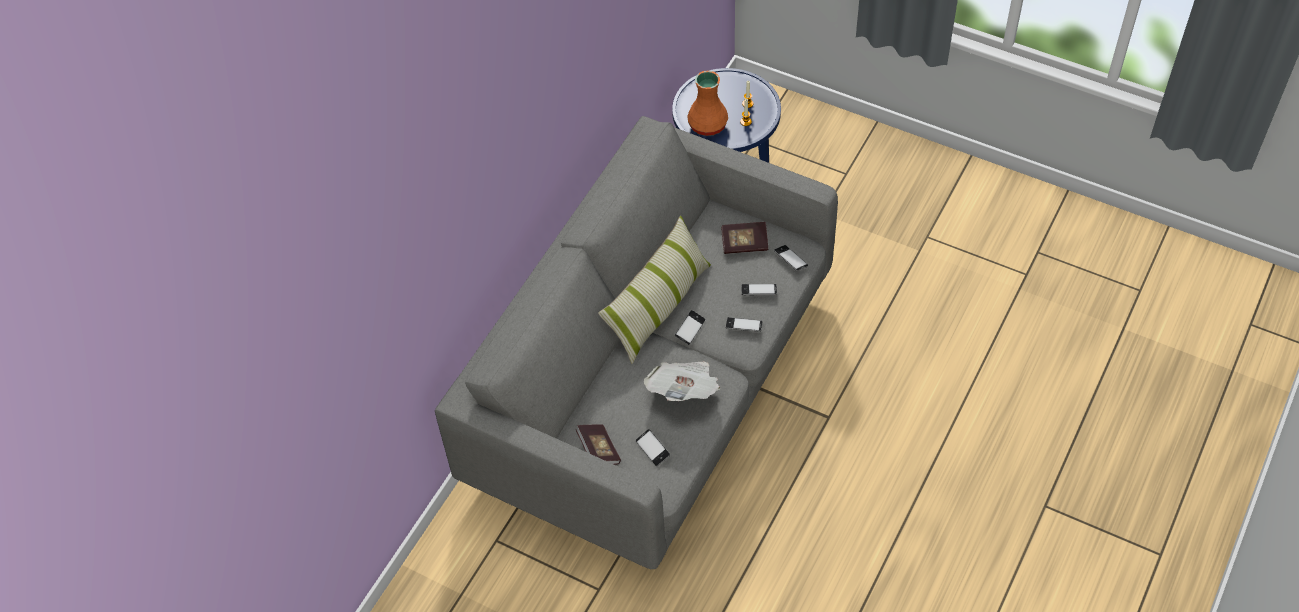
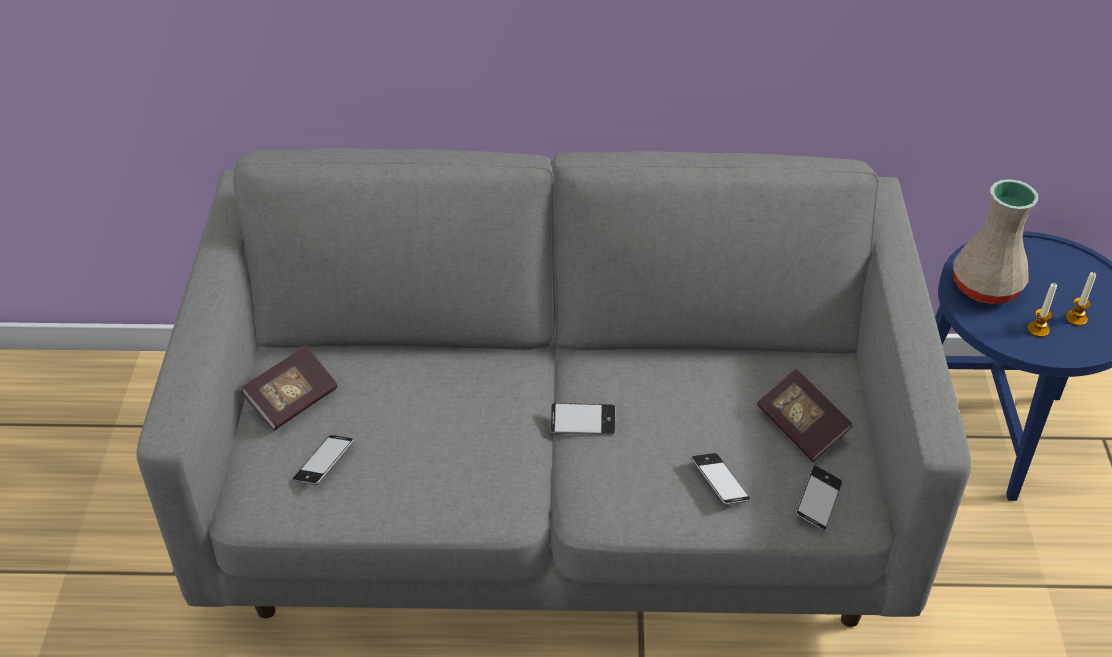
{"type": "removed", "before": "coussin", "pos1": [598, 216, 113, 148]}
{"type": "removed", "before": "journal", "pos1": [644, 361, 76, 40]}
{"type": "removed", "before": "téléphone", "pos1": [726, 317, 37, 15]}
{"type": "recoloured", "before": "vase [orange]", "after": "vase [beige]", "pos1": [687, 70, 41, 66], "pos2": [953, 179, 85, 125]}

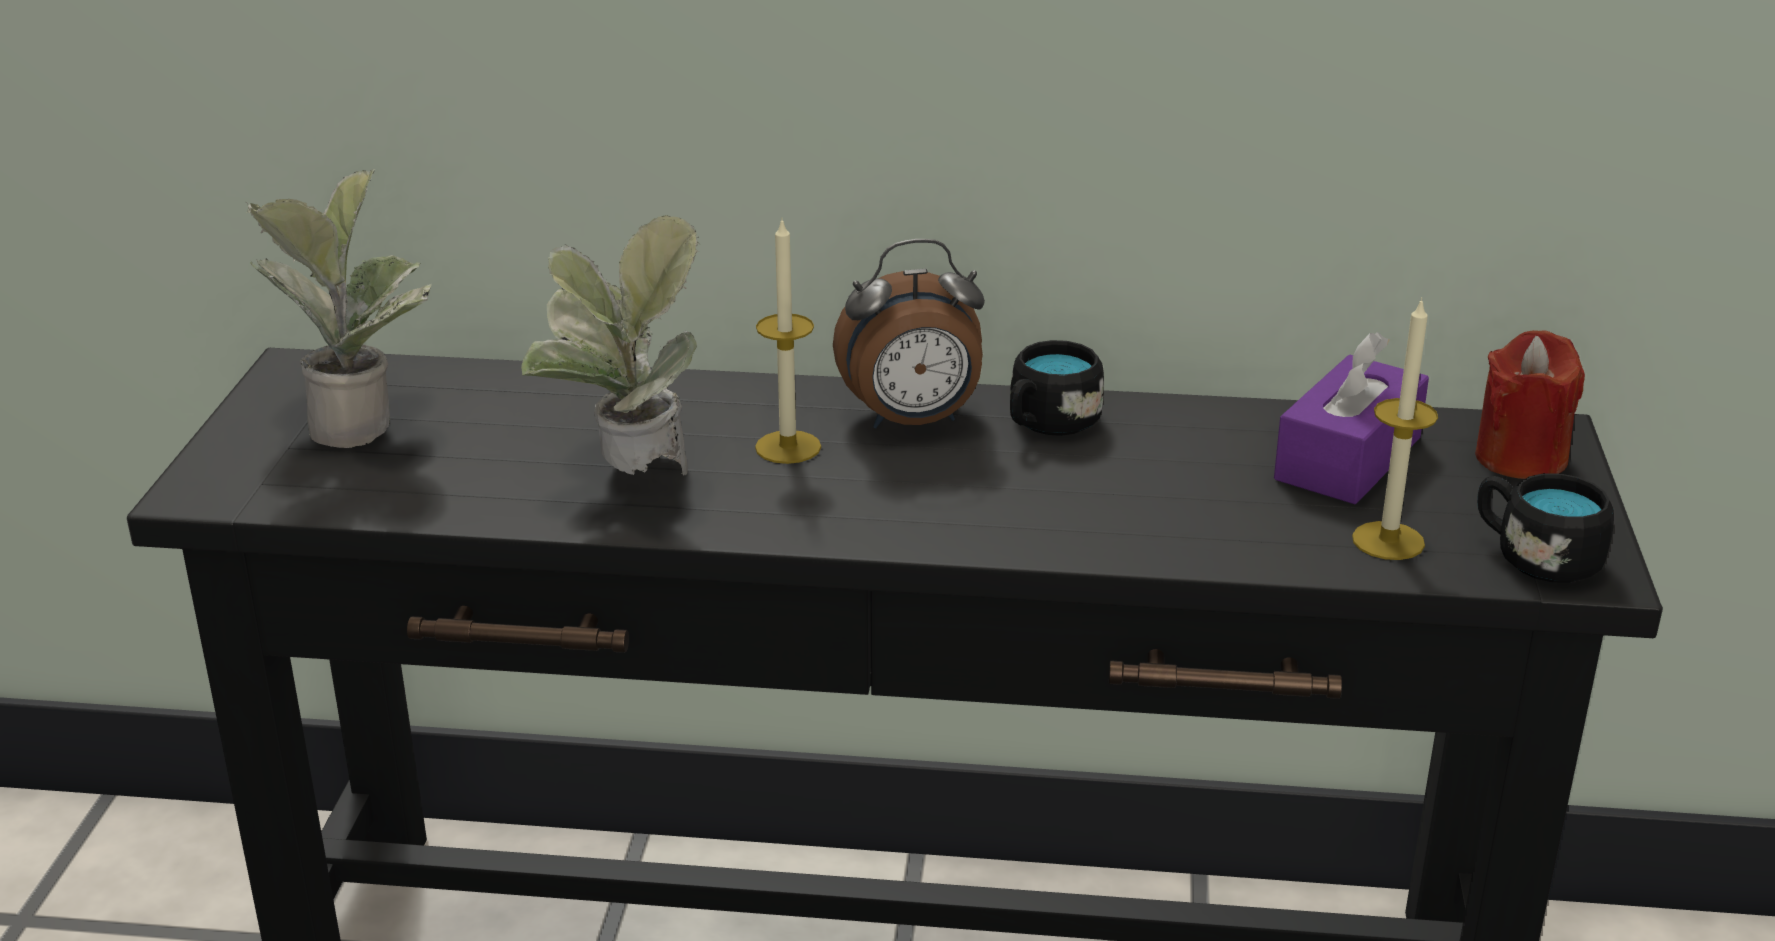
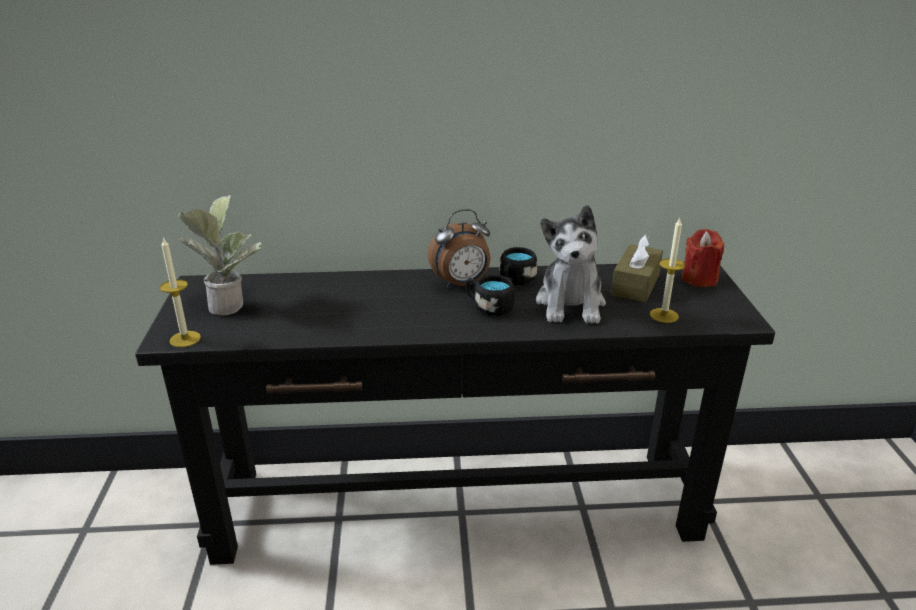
{"type": "removed", "before": "plante en pot", "pos1": [521, 215, 179, 261]}
{"type": "added", "after": "peluche", "pos2": [536, 205, 70, 119]}
{"type": "moved", "before": "bougie", "pos1": [755, 217, 66, 247], "pos2": [160, 237, 41, 110]}
{"type": "moved", "before": "mug [noir]", "pos1": [1477, 473, 137, 110], "pos2": [465, 275, 50, 42]}
{"type": "recoloured", "before": "boîte à mouchoirs [violet]", "after": "boîte à mouchoirs [marron]", "pos1": [1274, 332, 155, 172], "pos2": [611, 234, 52, 68]}

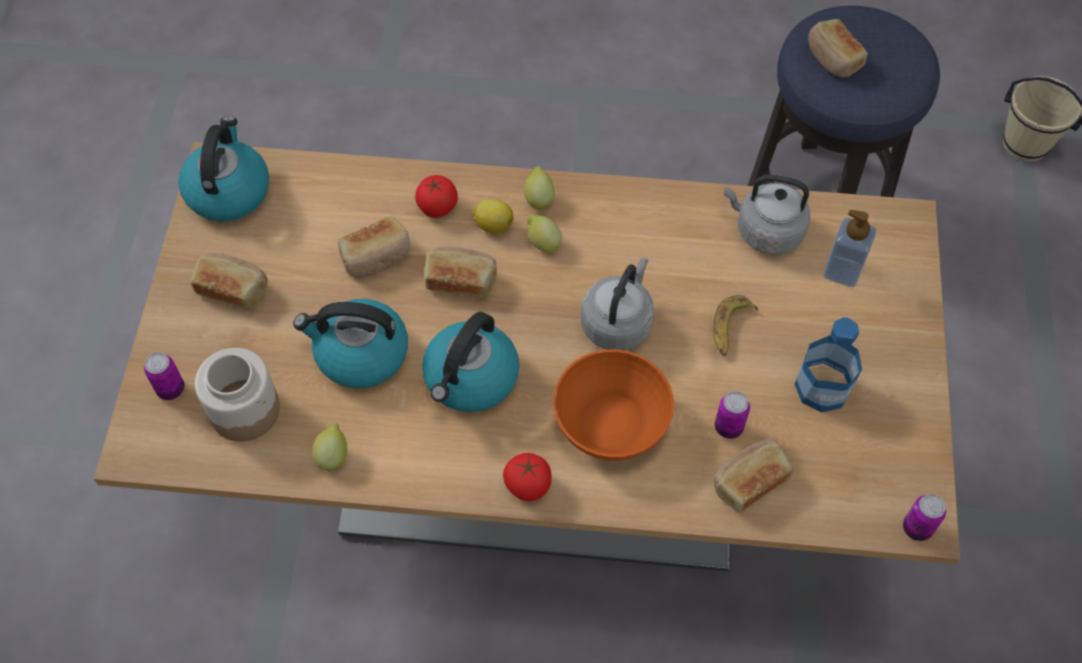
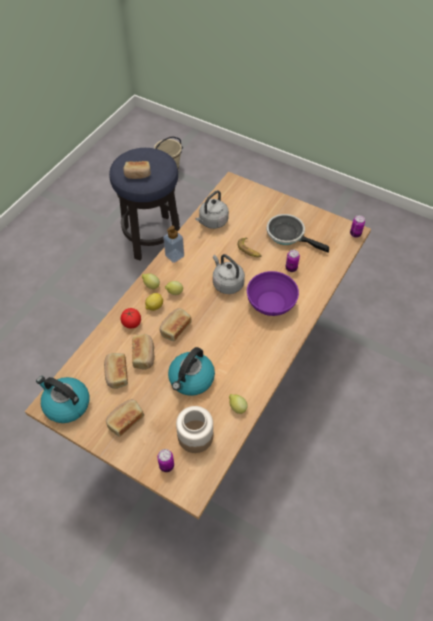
{"type": "removed", "before": "bouilloire", "pos1": [422, 312, 98, 100]}
{"type": "removed", "before": "tomate", "pos1": [503, 453, 48, 48]}
{"type": "moved", "before": "pain", "pos1": [714, 440, 79, 73], "pos2": [104, 353, 24, 36]}
{"type": "moved", "before": "distributeur de savon", "pos1": [823, 210, 54, 77], "pos2": [163, 226, 21, 37]}
{"type": "replaced", "before": "bouteille", "after": "poêle", "pos1": [795, 317, 67, 96], "pos2": [266, 214, 63, 39]}
{"type": "recoloured", "before": "bol [orange]", "after": "bol [violet]", "pos1": [553, 349, 121, 111], "pos2": [247, 271, 52, 45]}

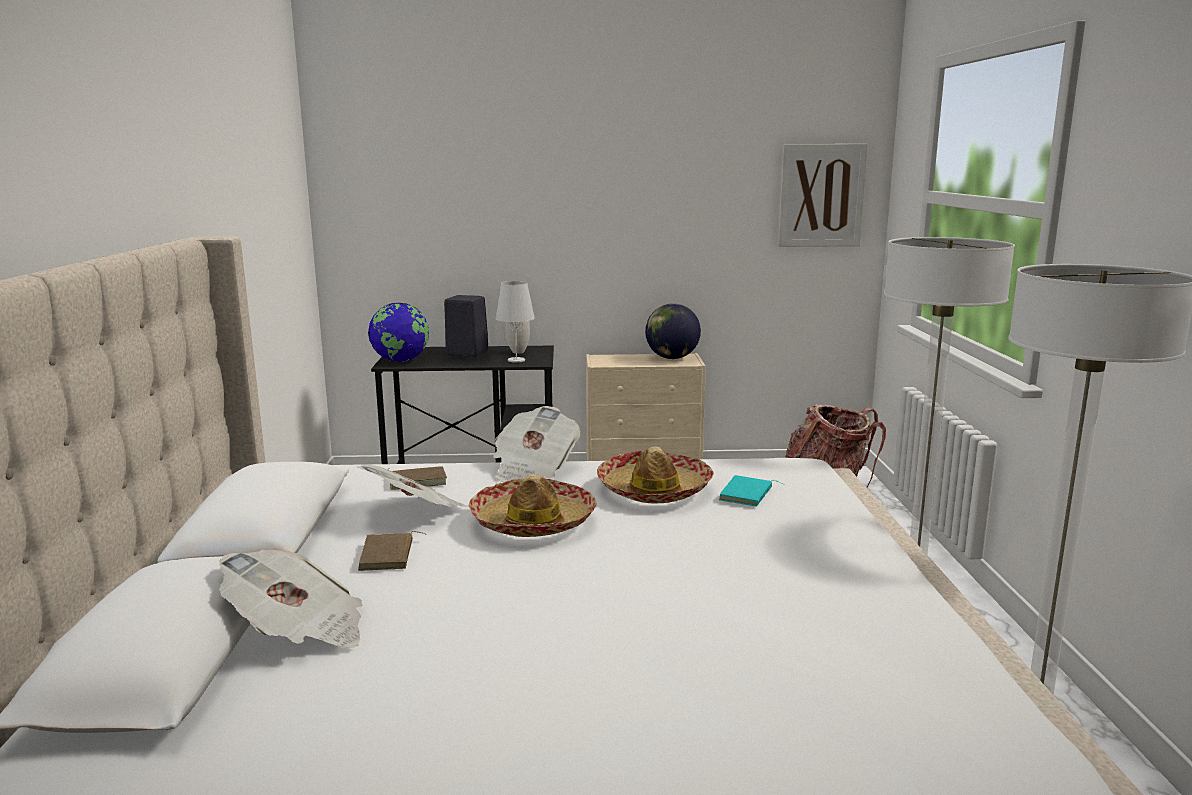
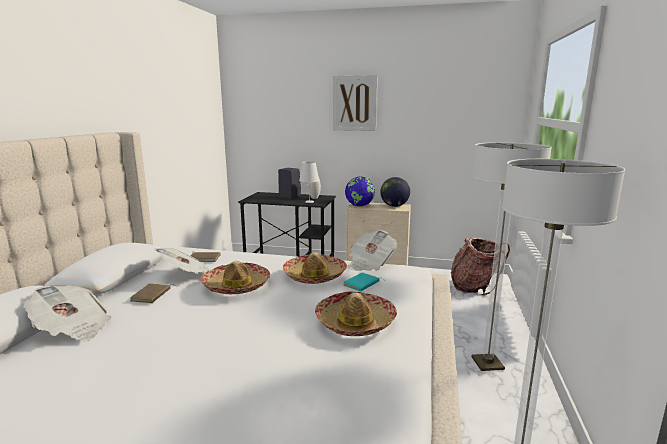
{"type": "added", "after": "chapeau", "pos2": [315, 291, 82, 45]}
{"type": "moved", "before": "globe", "pos1": [368, 303, 61, 59], "pos2": [345, 177, 30, 29]}
{"type": "moved", "before": "journal", "pos1": [493, 406, 88, 76], "pos2": [349, 230, 48, 41]}
{"type": "moved", "before": "tableau", "pos1": [778, 144, 89, 103], "pos2": [333, 75, 44, 56]}

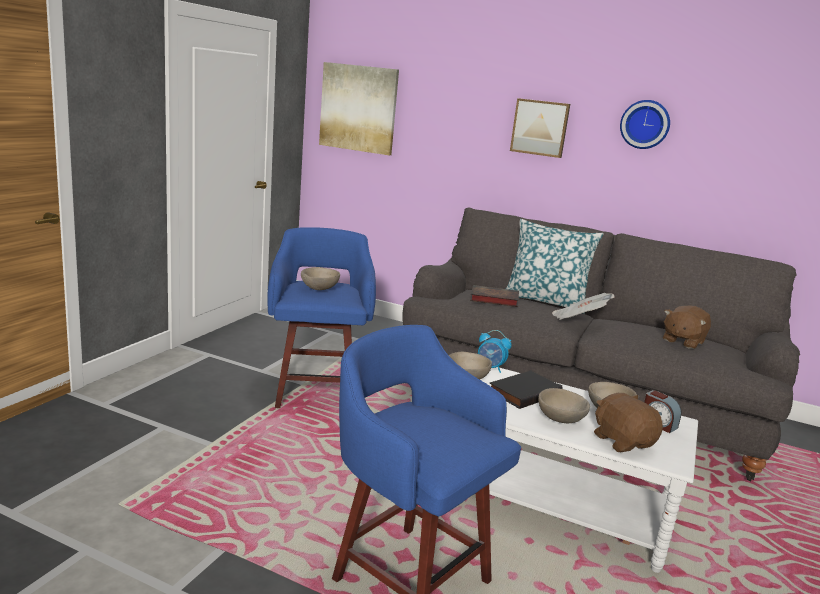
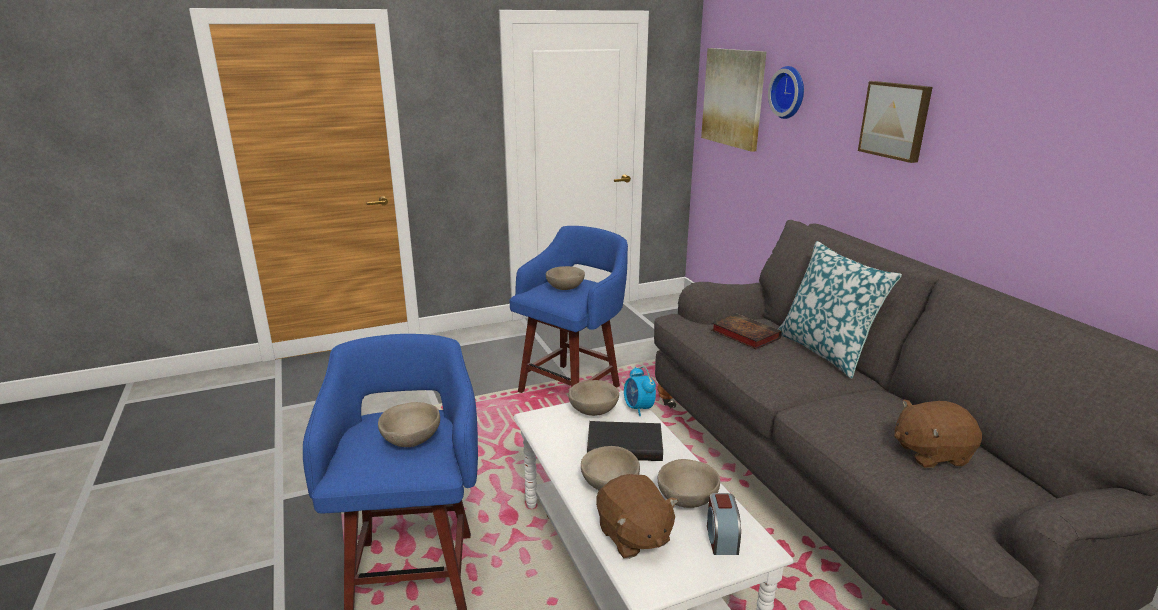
{"type": "removed", "before": "journal", "pos1": [552, 293, 63, 27]}
{"type": "added", "after": "bol [beige]", "pos2": [378, 402, 62, 45]}
{"type": "moved", "before": "horloge murale", "pos1": [620, 100, 50, 49], "pos2": [768, 66, 36, 53]}
{"type": "turned", "before": "peluche [marron]", "pos1": [594, 393, 69, 59], "pos2": [596, 474, 82, 85], "turn": 135}

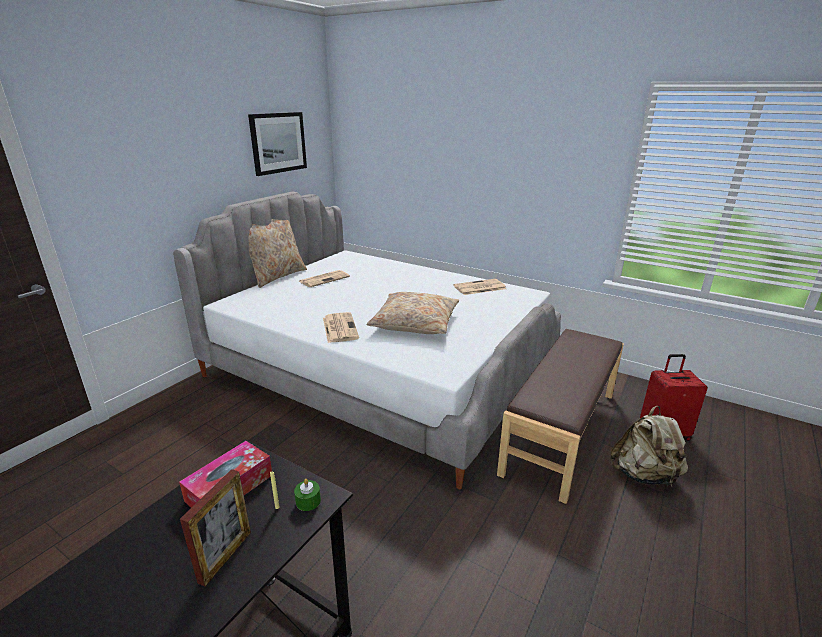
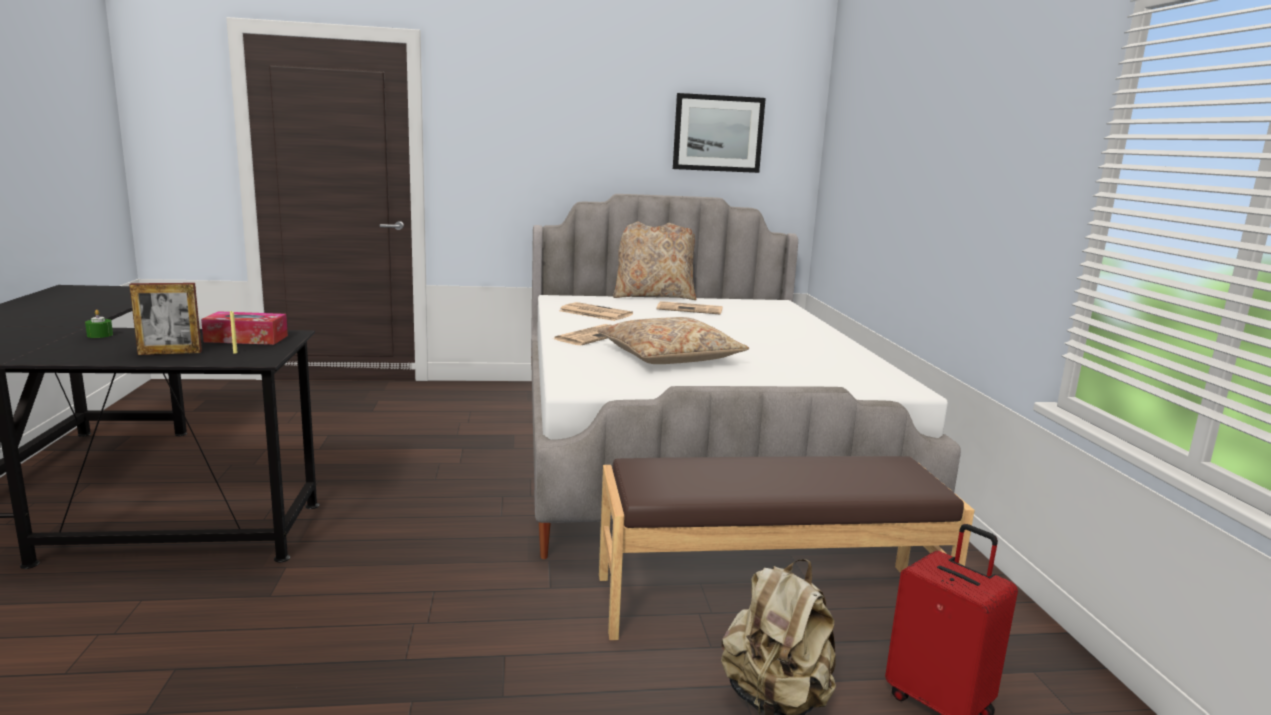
{"type": "moved", "before": "bougie [vert]", "pos1": [294, 479, 27, 32], "pos2": [85, 310, 28, 28]}
{"type": "moved", "before": "journal", "pos1": [453, 279, 53, 16], "pos2": [559, 302, 74, 19]}

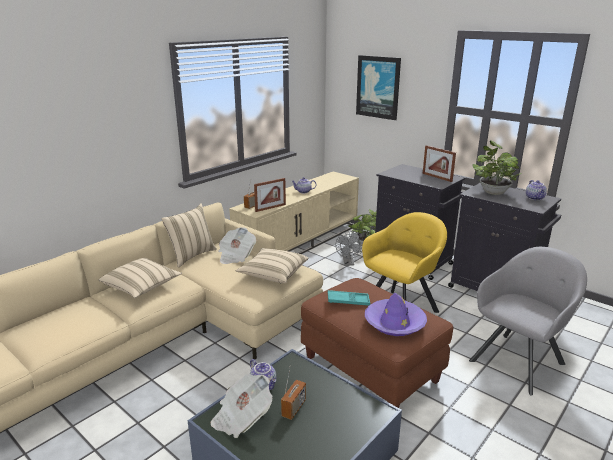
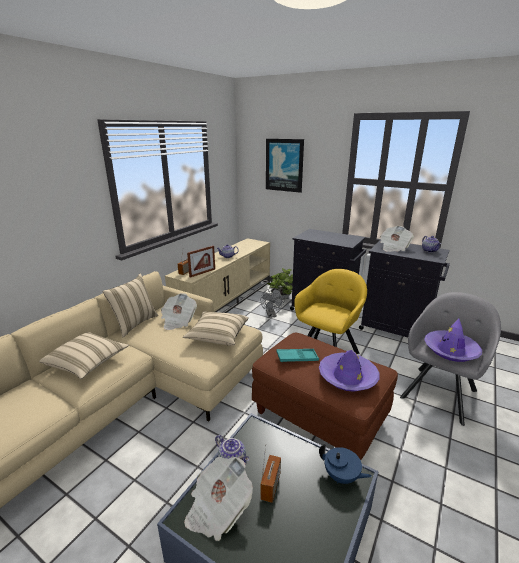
{"type": "removed", "before": "cadre photo", "pos1": [423, 145, 33, 37]}
{"type": "added", "after": "théière [bleu]", "pos2": [319, 444, 53, 40]}
{"type": "added", "after": "chapeau [violet]", "pos2": [424, 318, 58, 44]}
{"type": "replaced", "before": "plante en pot", "after": "journal", "pos1": [472, 140, 50, 55], "pos2": [380, 226, 34, 26]}

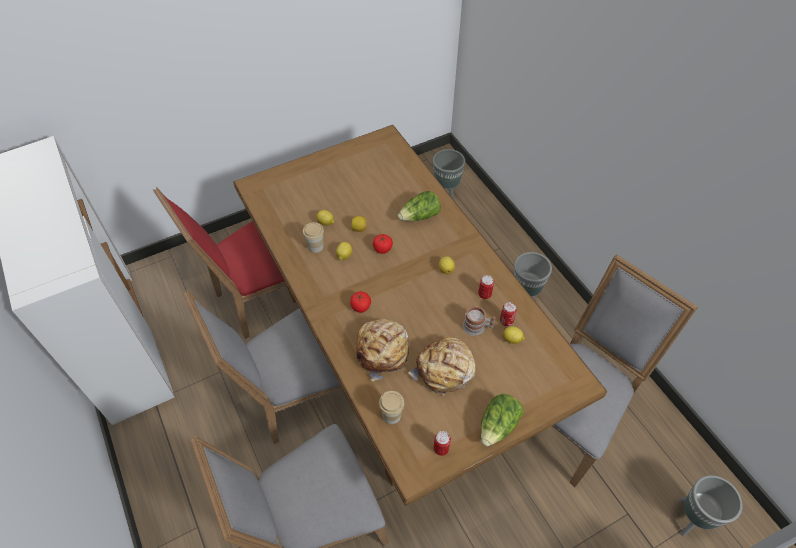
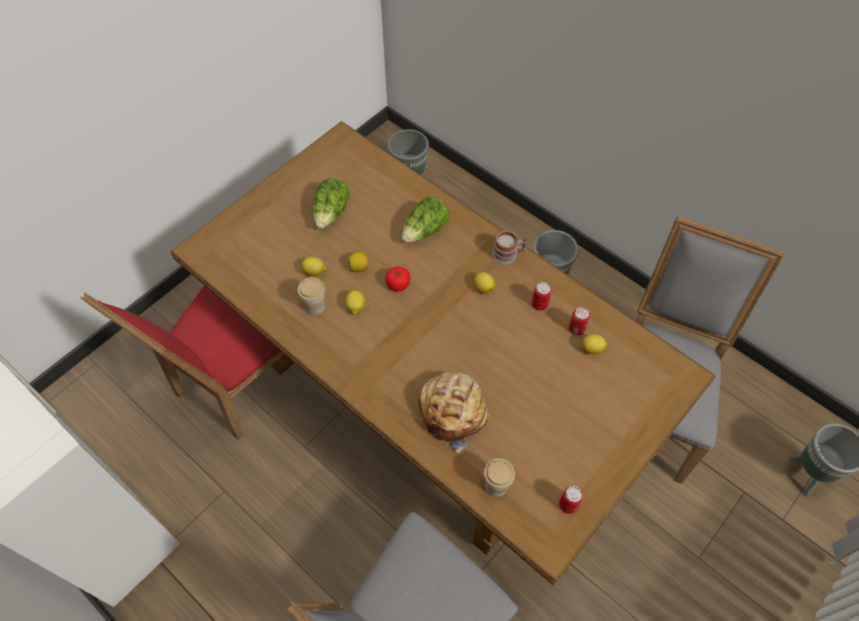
{"type": "removed", "before": "chaise [gris]", "pos1": [182, 290, 160, 154]}
{"type": "removed", "before": "tomate", "pos1": [350, 291, 21, 22]}
{"type": "removed", "before": "pain", "pos1": [408, 337, 68, 59]}
{"type": "moved", "before": "mug", "pos1": [463, 306, 33, 30], "pos2": [492, 231, 36, 33]}
{"type": "moved", "before": "laitue", "pos1": [481, 394, 43, 52], "pos2": [312, 178, 38, 51]}

